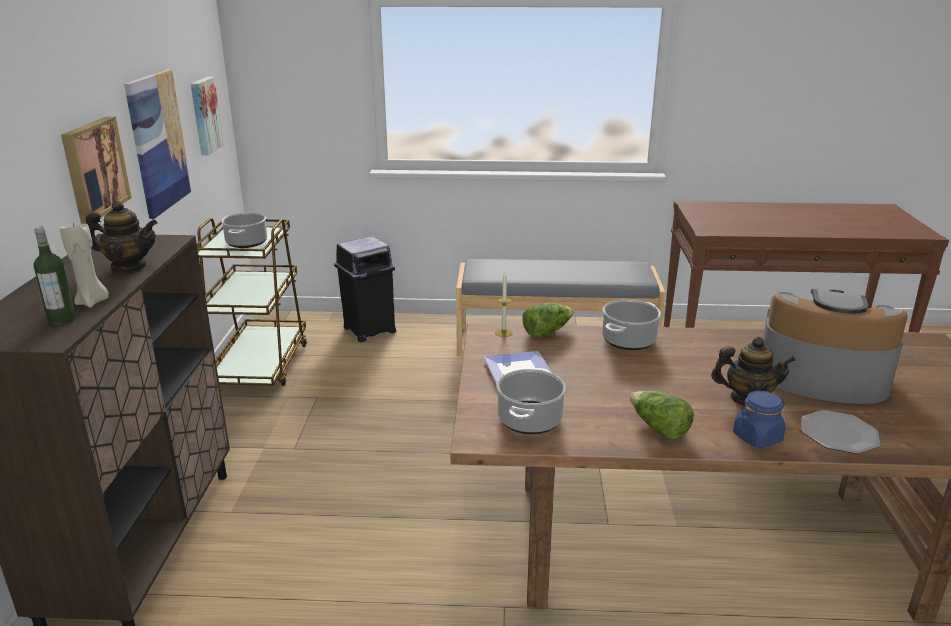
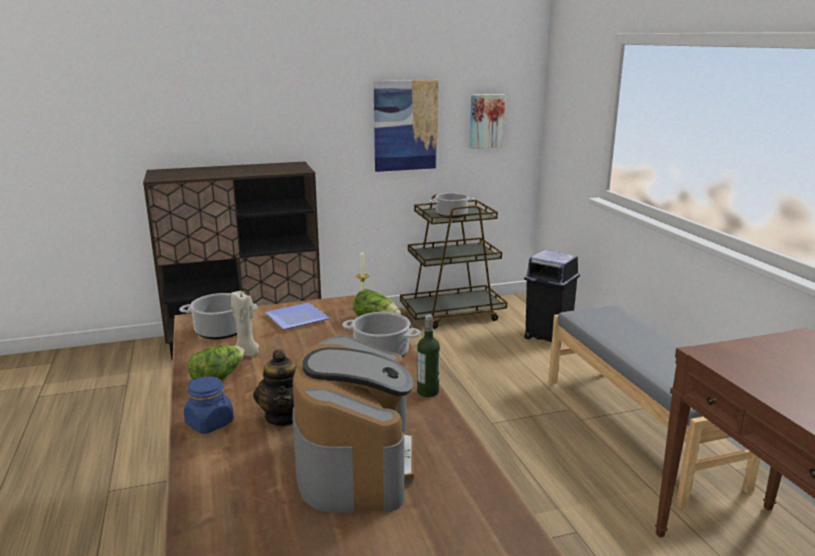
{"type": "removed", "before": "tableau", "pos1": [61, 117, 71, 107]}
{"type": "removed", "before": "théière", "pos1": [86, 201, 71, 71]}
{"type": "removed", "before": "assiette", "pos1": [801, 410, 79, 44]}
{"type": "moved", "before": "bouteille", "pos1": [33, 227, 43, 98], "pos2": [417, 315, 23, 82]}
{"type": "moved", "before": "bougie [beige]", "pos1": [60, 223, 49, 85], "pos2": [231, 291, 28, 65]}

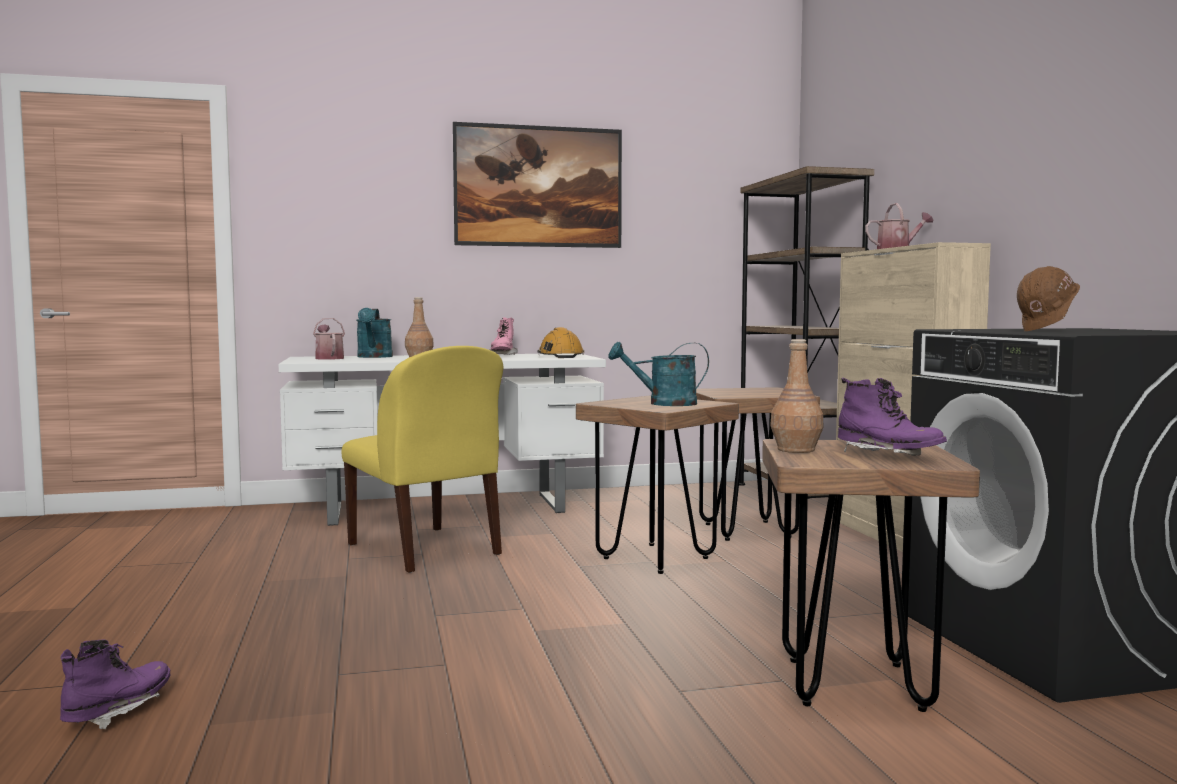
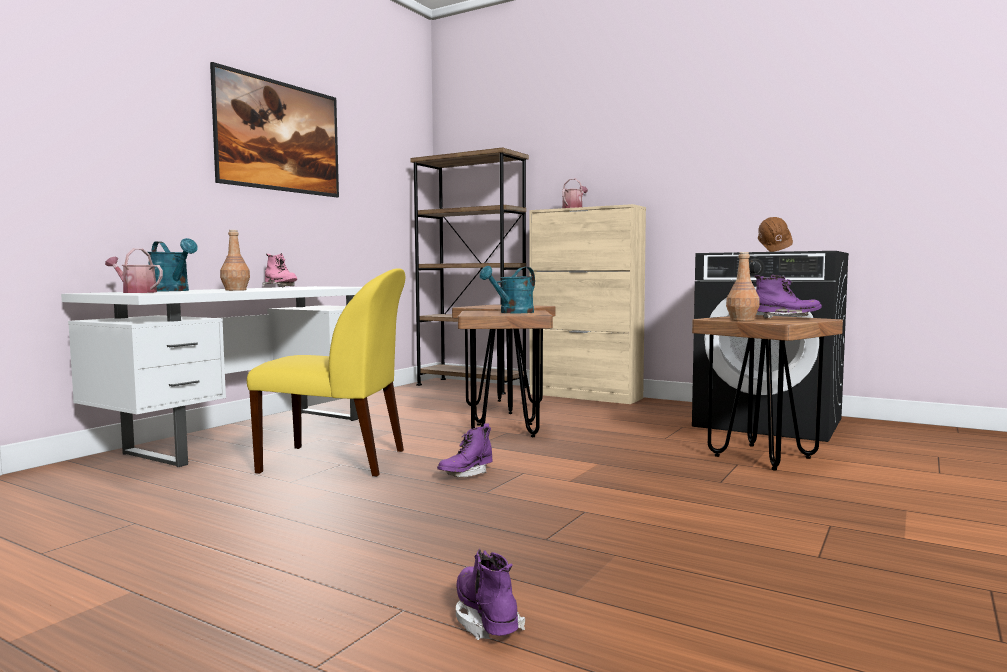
{"type": "removed", "before": "casque de chantier [orange]", "pos1": [537, 327, 47, 31]}
{"type": "added", "after": "botte [violet]", "pos2": [437, 424, 56, 54]}

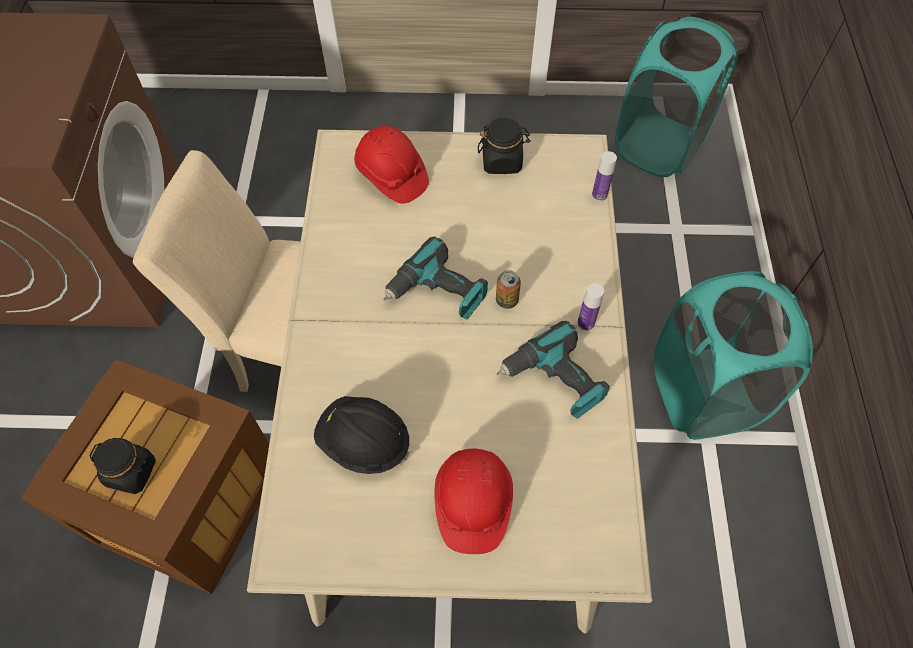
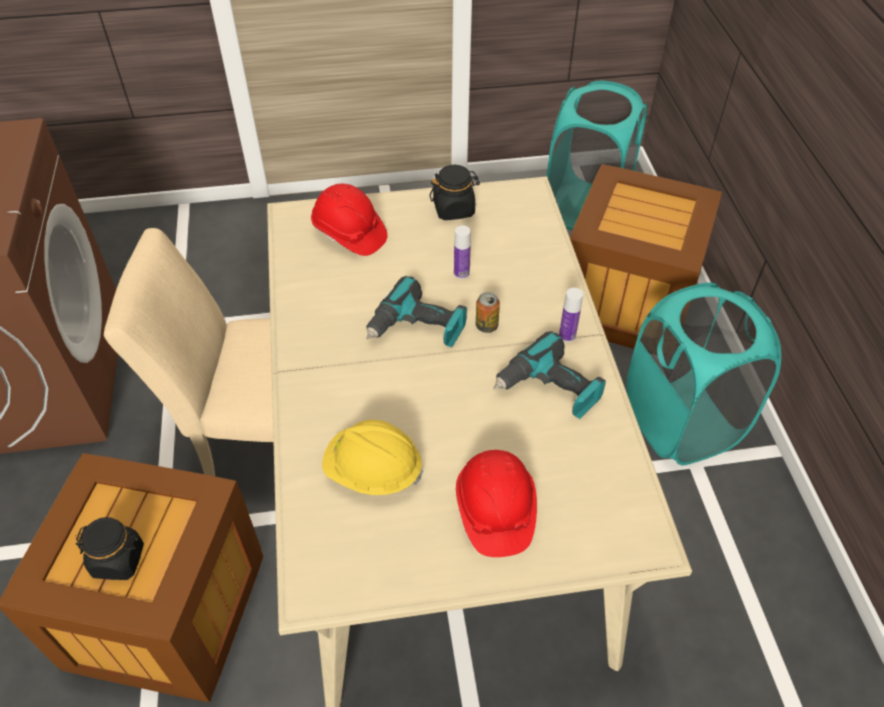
{"type": "added", "after": "caisse", "pos2": [570, 164, 152, 185]}
{"type": "moved", "before": "bouteille", "pos1": [592, 151, 25, 50], "pos2": [454, 225, 17, 54]}
{"type": "recoloured", "before": "casque de chantier [noir]", "after": "casque de chantier [jaune]", "pos1": [314, 396, 96, 78], "pos2": [322, 420, 101, 75]}

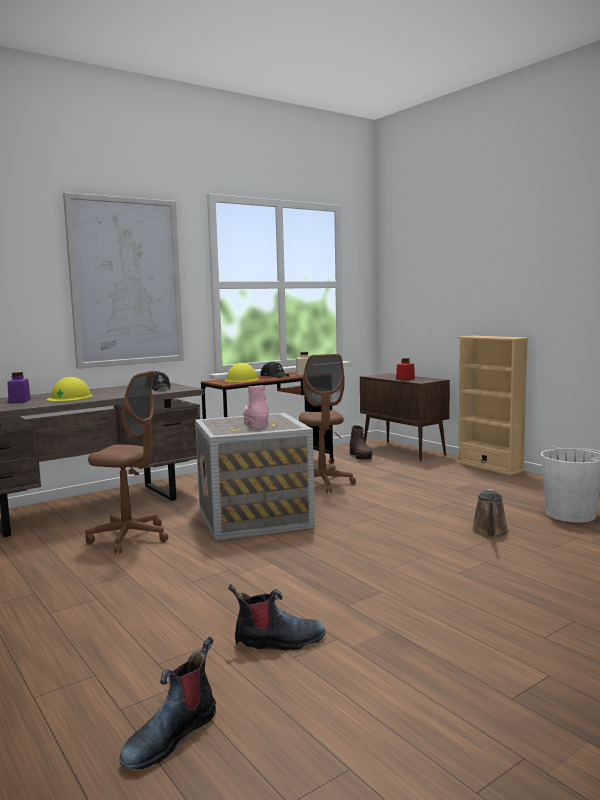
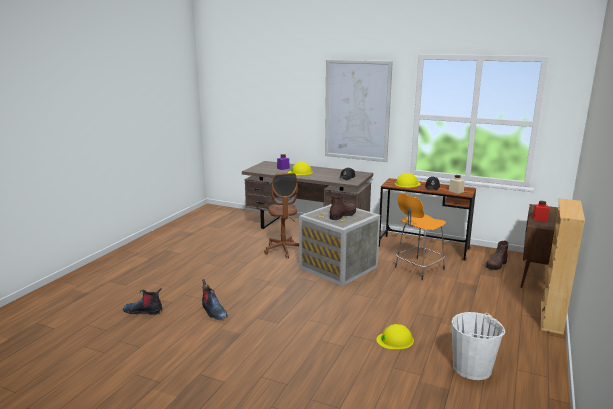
{"type": "replaced", "before": "chaise de bureau [marron]", "after": "tabouret [orange]", "pos1": [299, 354, 57, 139], "pos2": [395, 194, 51, 86]}
{"type": "replaced", "before": "arrosoir [marron]", "after": "casque de chantier [jaune]", "pos1": [472, 489, 37, 48], "pos2": [376, 324, 38, 26]}
{"type": "recoloured", "before": "botte [rose]", "after": "botte [marron]", "pos1": [243, 385, 26, 43], "pos2": [330, 194, 26, 26]}

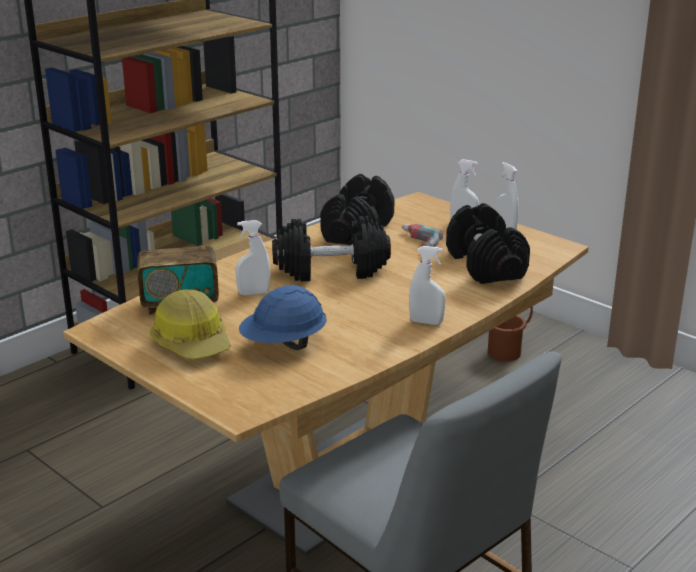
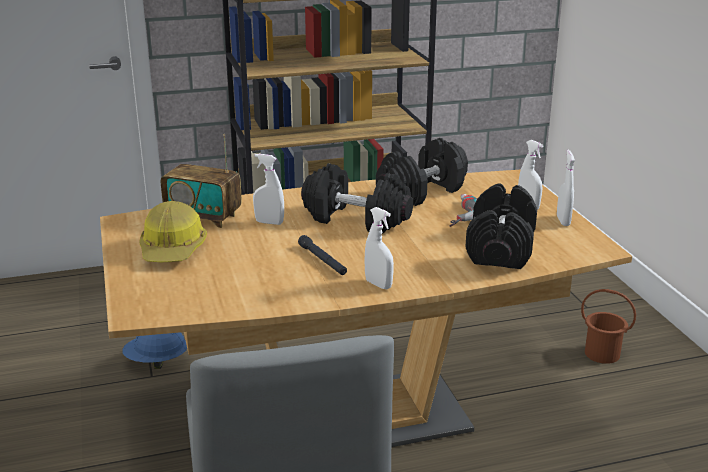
{"type": "added", "after": "lampe de poche [noir]", "pos2": [298, 235, 49, 40]}
{"type": "moved", "before": "casque de chantier [bleu]", "pos1": [239, 285, 88, 65], "pos2": [122, 332, 65, 37]}

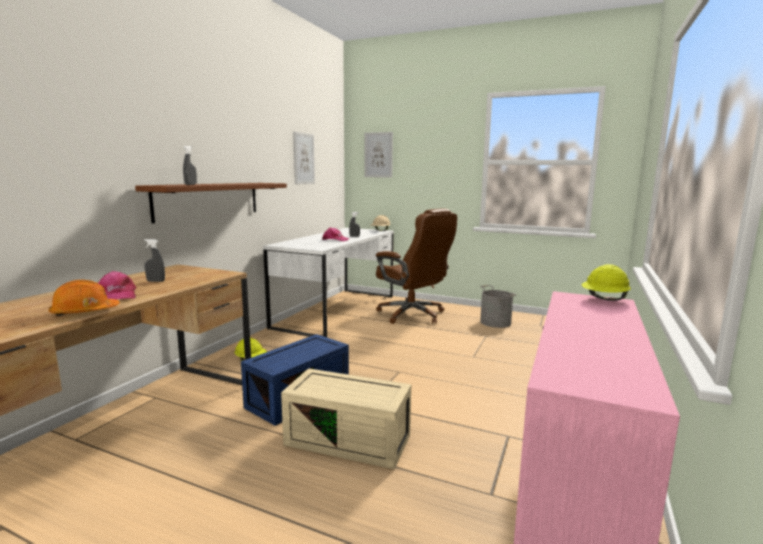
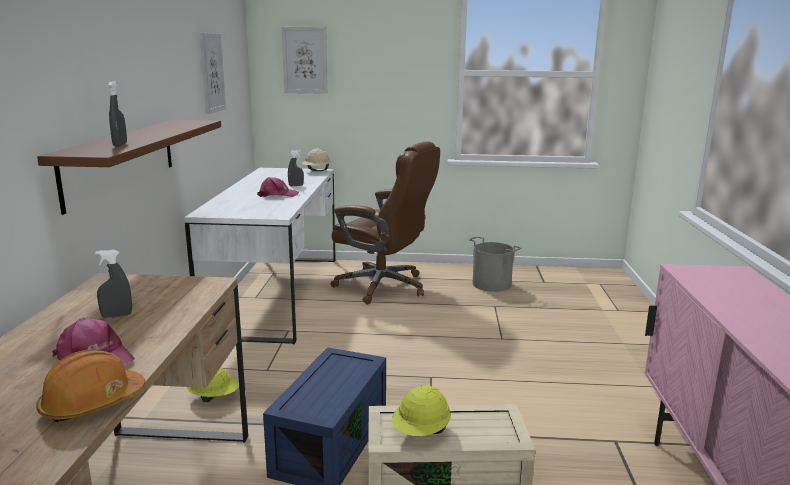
{"type": "moved", "before": "casque de chantier [jaune]", "pos1": [582, 264, 49, 37], "pos2": [392, 385, 59, 51]}

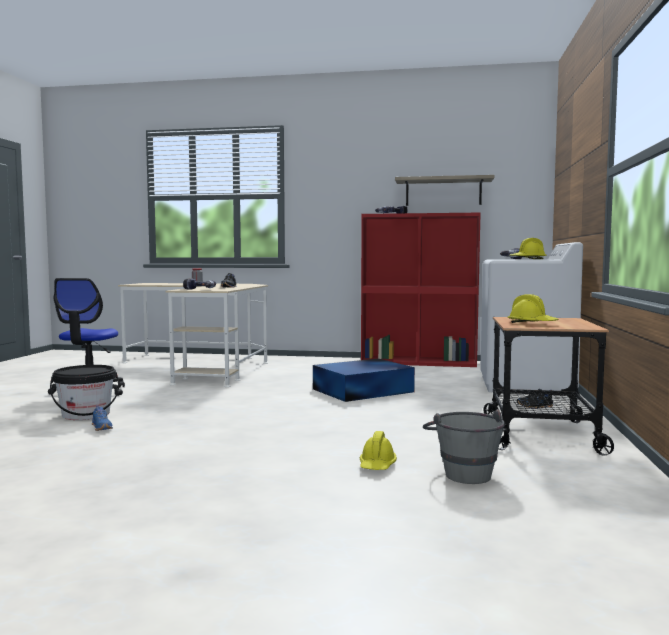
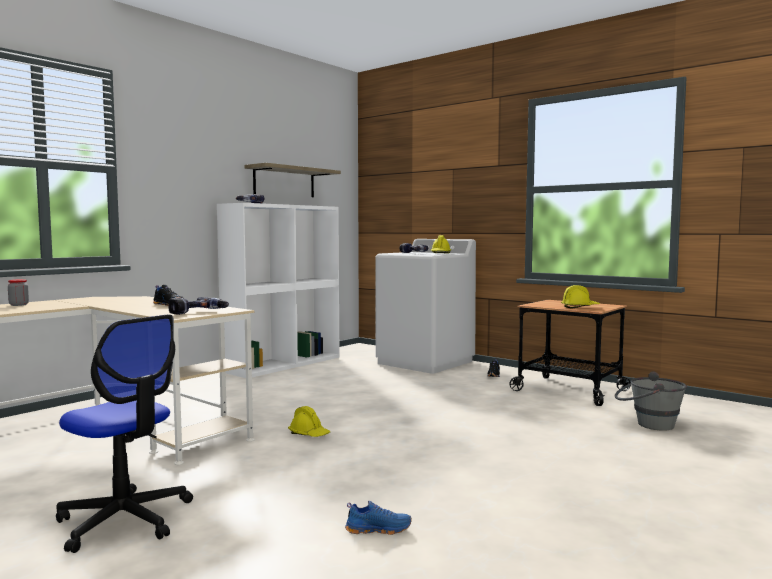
{"type": "removed", "before": "seau [noir]", "pos1": [50, 365, 69, 55]}
{"type": "removed", "before": "boîte de rangement [bleu]", "pos1": [313, 358, 102, 44]}
{"type": "moved", "before": "casque de chantier [jaune]", "pos1": [360, 431, 37, 39], "pos2": [288, 406, 43, 31]}
{"type": "recoloured", "before": "bibliothèque [rouge]", "after": "bibliothèque [blanc]", "pos1": [361, 213, 120, 154], "pos2": [217, 203, 123, 175]}

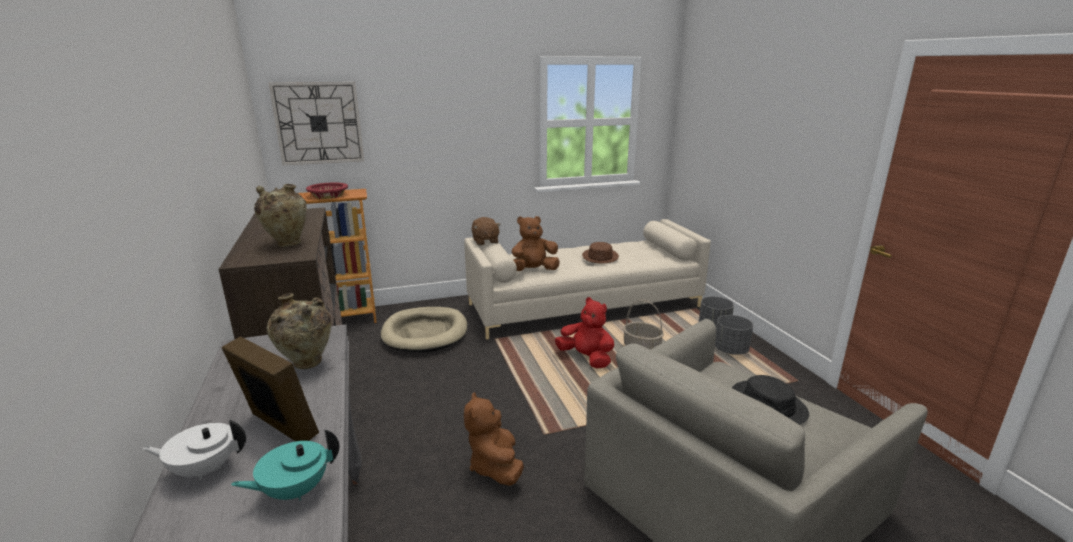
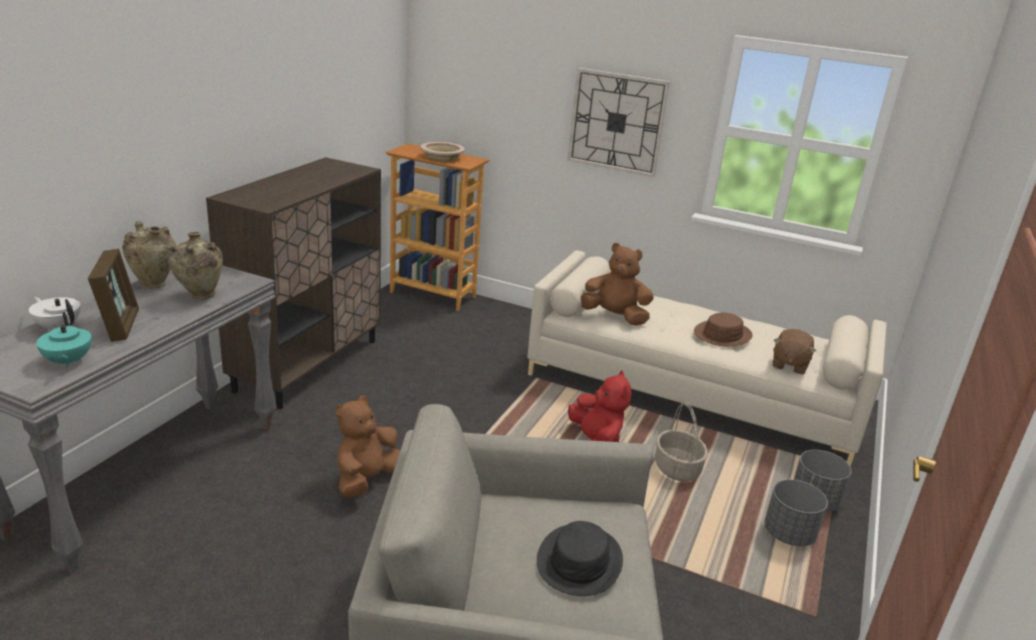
{"type": "removed", "before": "panier pour chien [beige]", "pos1": [381, 307, 87, 45]}
{"type": "moved", "before": "vase [beige]", "pos1": [254, 184, 53, 63], "pos2": [122, 221, 54, 68]}
{"type": "moved", "before": "horloge murale", "pos1": [269, 82, 95, 83], "pos2": [567, 68, 103, 109]}
{"type": "moved", "before": "peluche [marron]", "pos1": [472, 217, 29, 28], "pos2": [773, 329, 43, 45]}
{"type": "recoloured", "before": "bol [rouge]", "after": "bol [beige]", "pos1": [306, 183, 42, 16], "pos2": [421, 142, 44, 20]}
{"type": "turned", "before": "théière [turquoise]", "pos1": [231, 429, 108, 72], "pos2": [36, 312, 56, 56], "turn": -120}

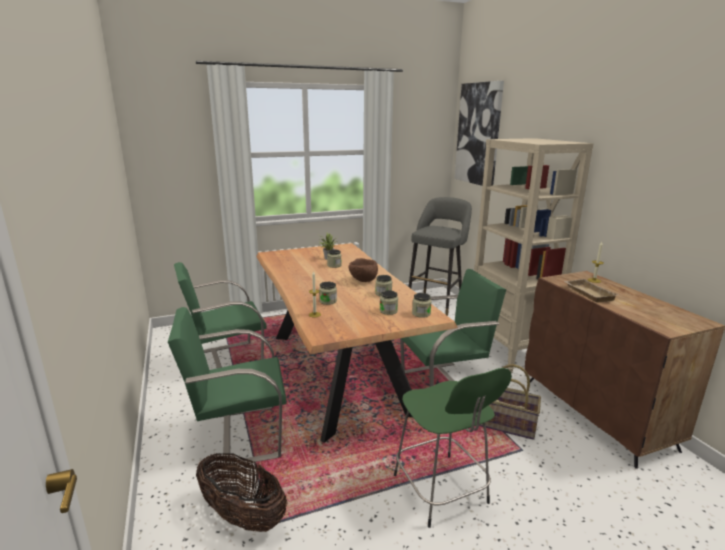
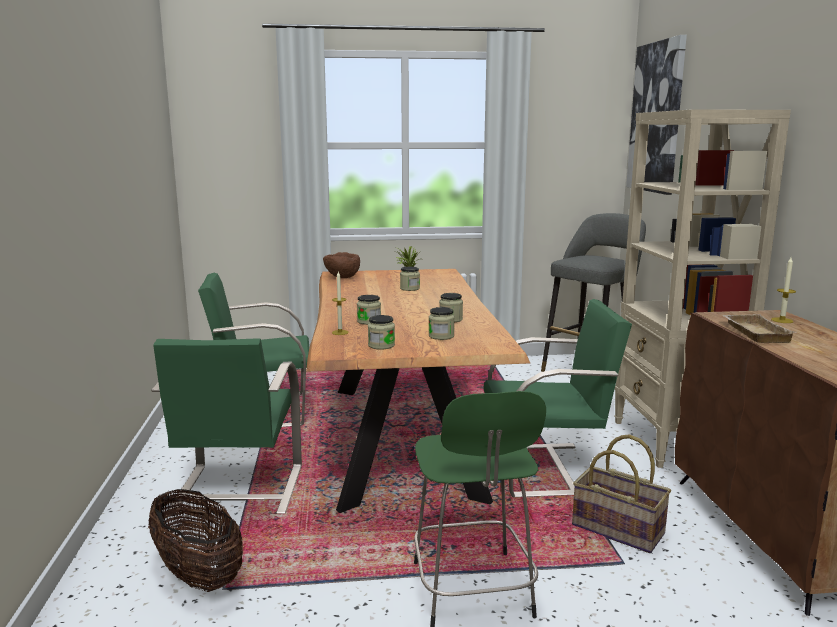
{"type": "moved", "before": "bol [marron]", "pos1": [349, 258, 29, 24], "pos2": [323, 252, 37, 26]}
{"type": "moved", "before": "bocal", "pos1": [412, 293, 20, 25], "pos2": [368, 315, 27, 35]}
{"type": "turned", "before": "chaise [vert]", "pos1": [168, 307, 119, 163], "pos2": [151, 338, 151, 177], "turn": -90}

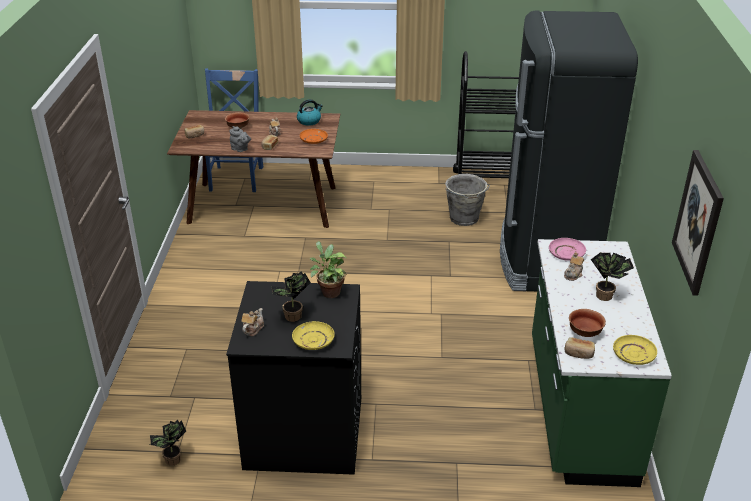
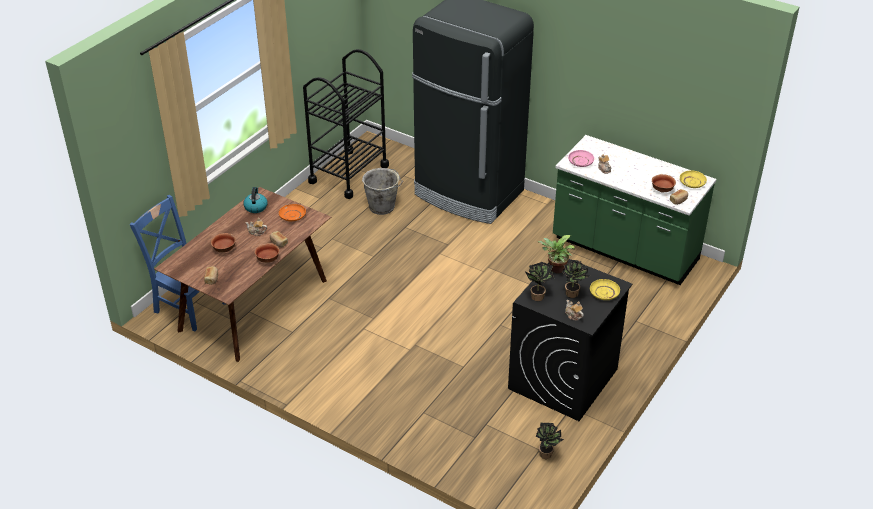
{"type": "removed", "before": "tableau", "pos1": [672, 150, 52, 146]}
{"type": "moved", "before": "plante en pot", "pos1": [591, 252, 43, 49], "pos2": [525, 262, 29, 39]}
{"type": "replaced", "before": "théière [gris]", "after": "bol", "pos1": [230, 126, 21, 26], "pos2": [255, 243, 24, 20]}

